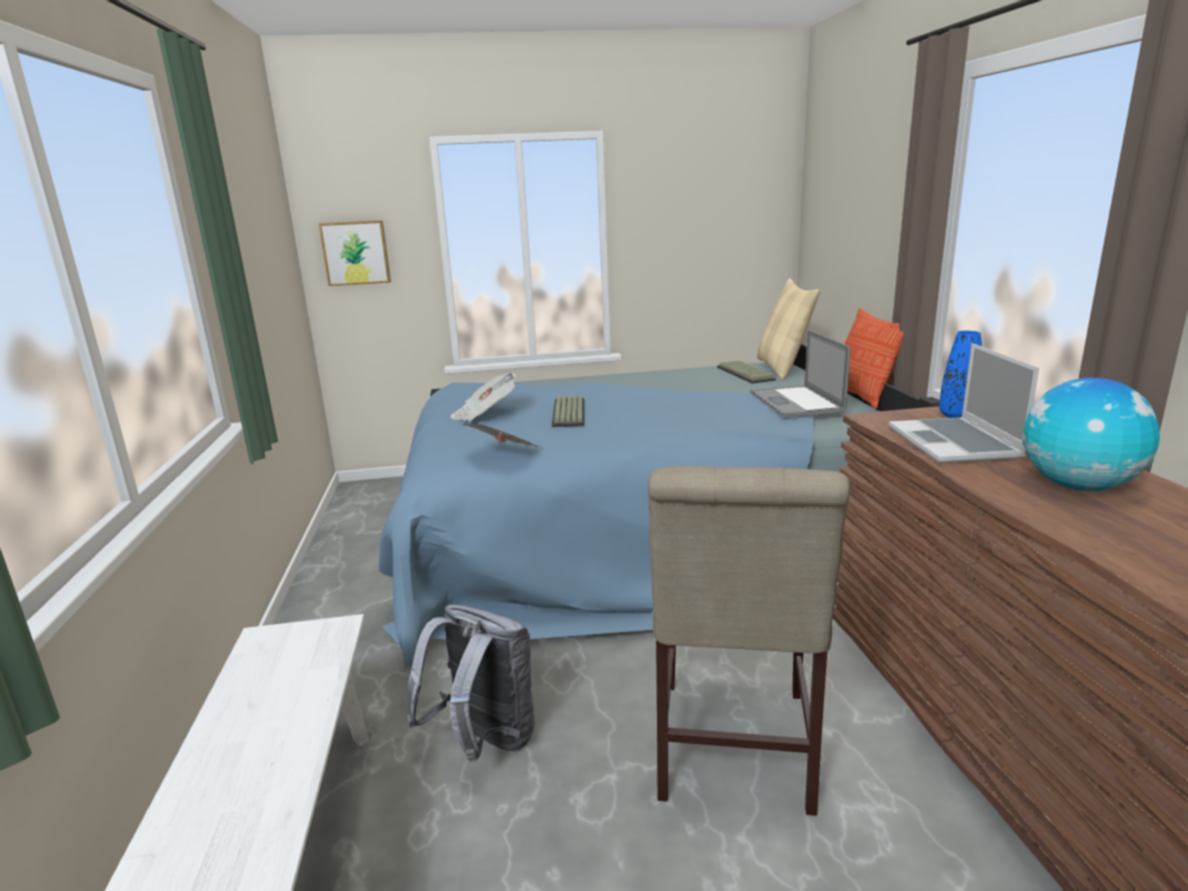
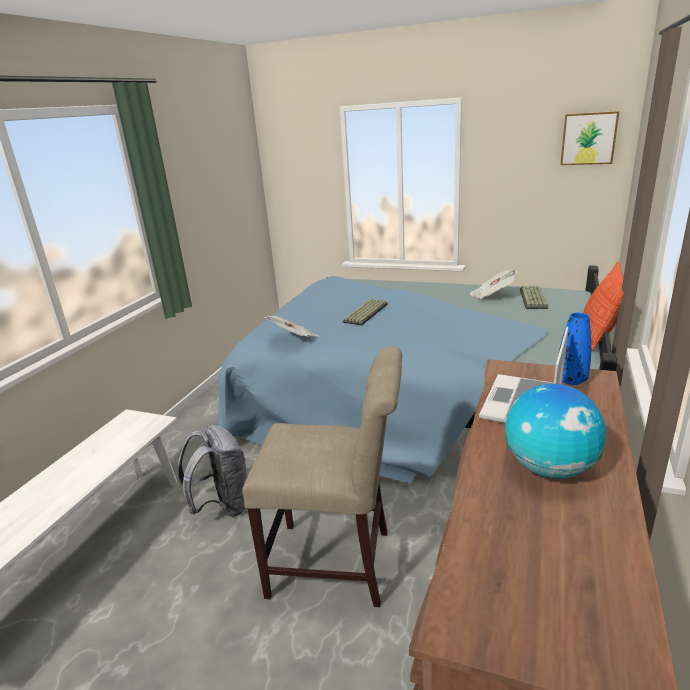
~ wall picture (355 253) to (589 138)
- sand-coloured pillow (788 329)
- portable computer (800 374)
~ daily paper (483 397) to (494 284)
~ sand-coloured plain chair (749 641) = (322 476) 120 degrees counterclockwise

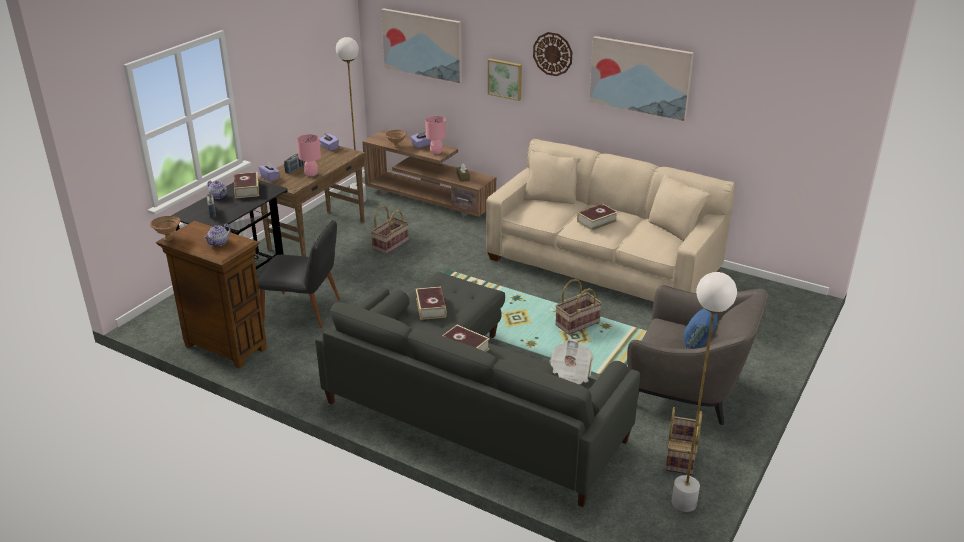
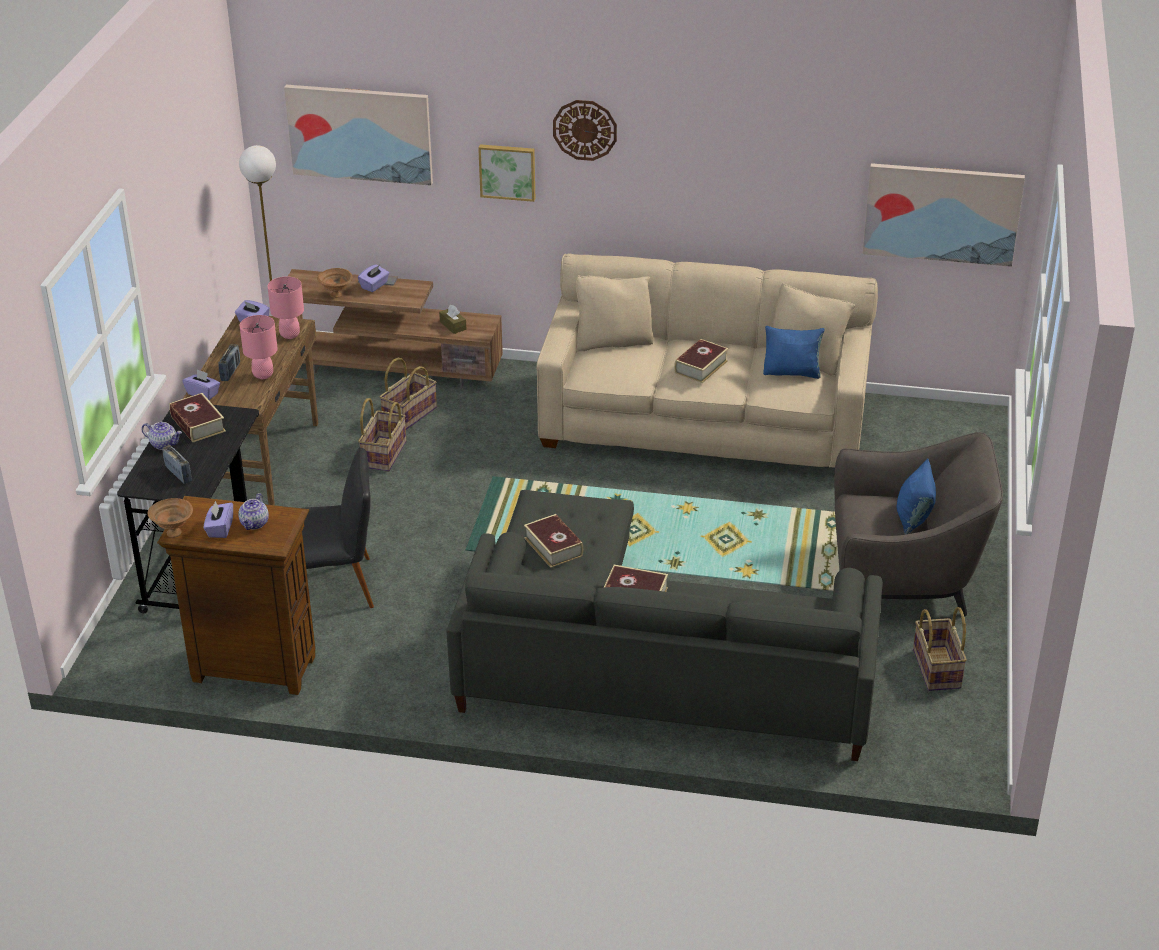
~ wall picture (641 78) to (943 215)
~ pink lamp for a table (435 135) to (286 307)
- white standard lamp (704 392)
~ storage basket (578 307) to (408 394)
- daily paper (572 361)
+ bluish pillow (794 352)
+ purplish tissue box (218 519)

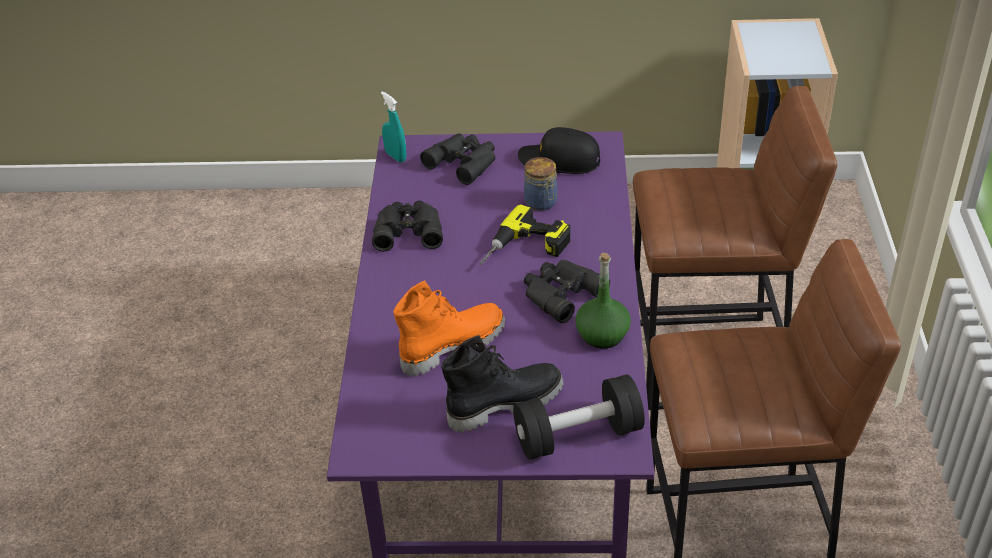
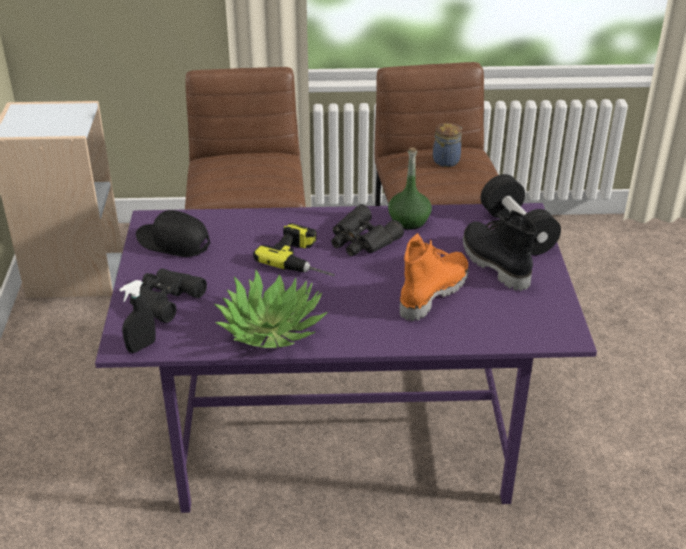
~ blue-green sprayer (394 126) to black sprayer (137 316)
~ black cap (559 150) = (173 233) 105 degrees clockwise
~ jar (541 184) to (447 145)
~ black pair of binoculars (407 226) to houseplant (271 308)
~ orangey high-top boot (449 328) = (434 277) 75 degrees clockwise

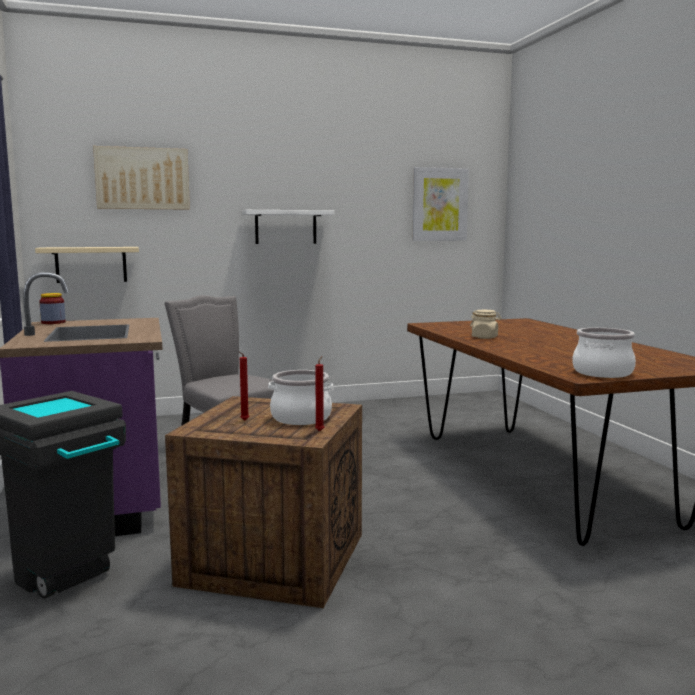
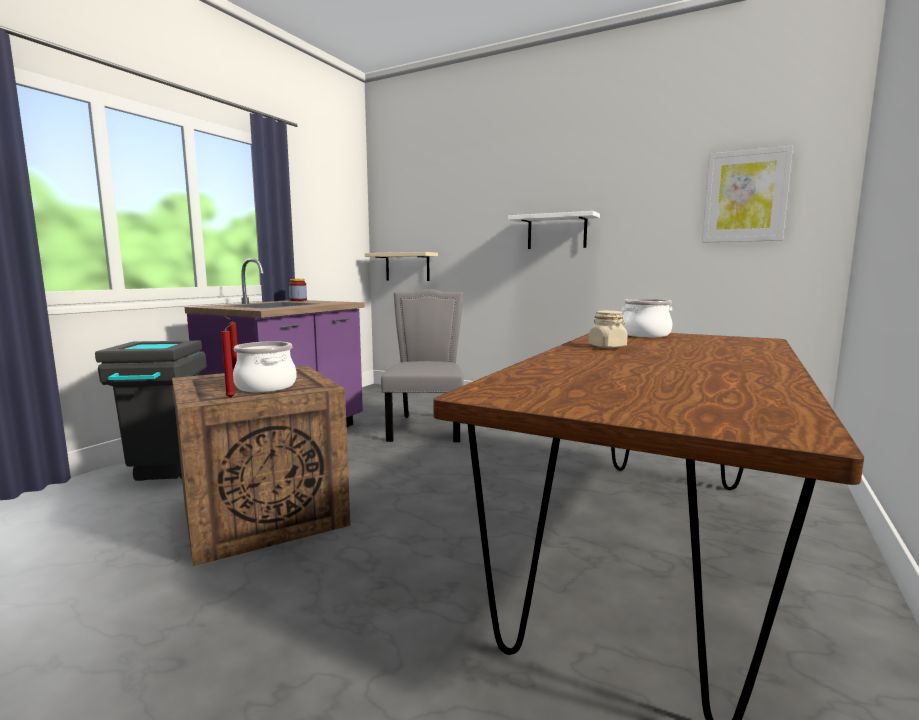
- wall picture (141 178)
~ cooking pot (604 353) to (647 318)

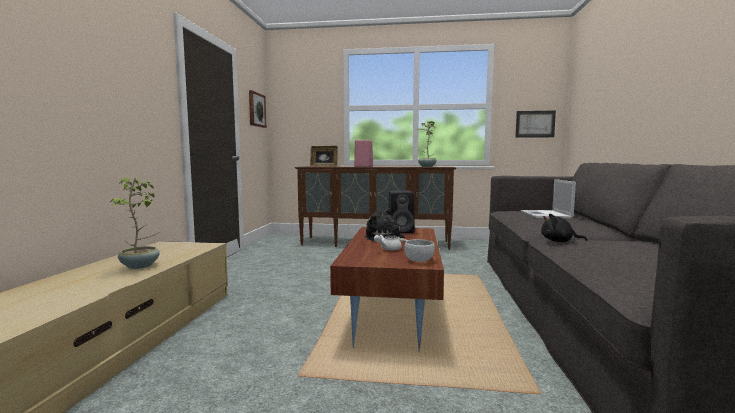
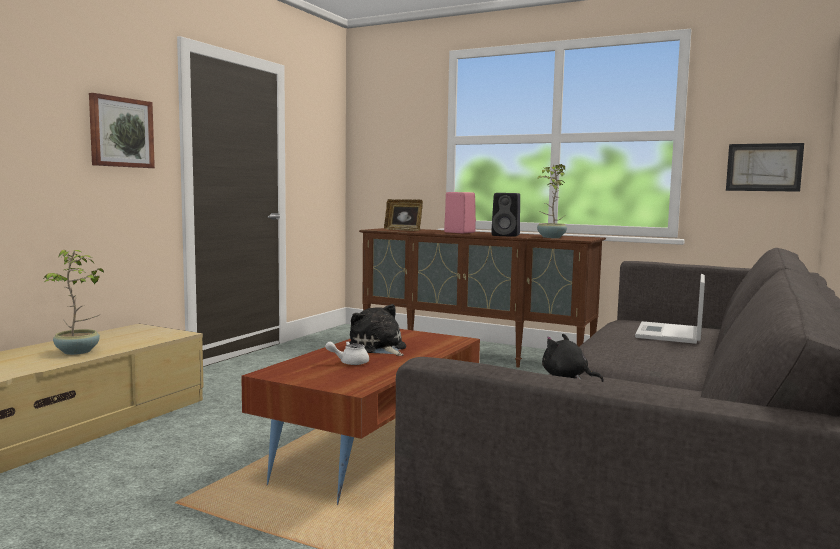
~ wall picture (257 109) to (122 130)
~ black audio speaker (401 212) to (505 215)
- white serving bowl (419 250)

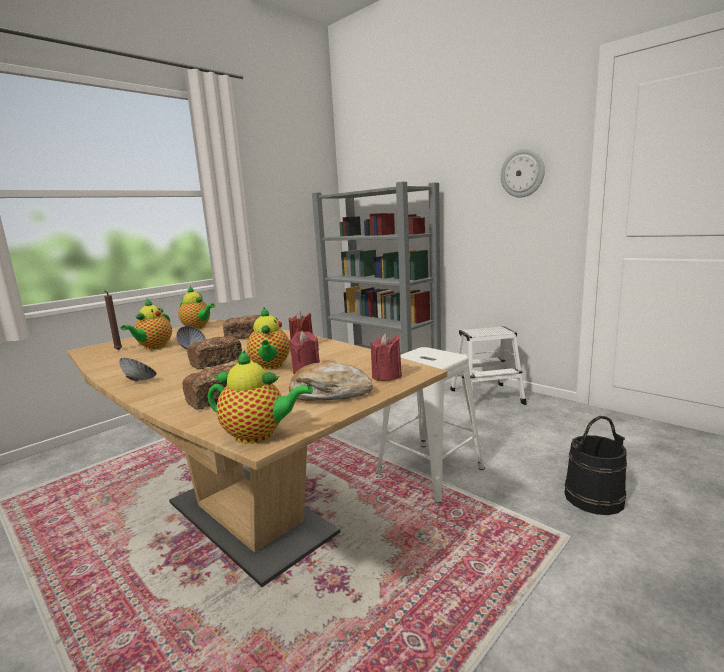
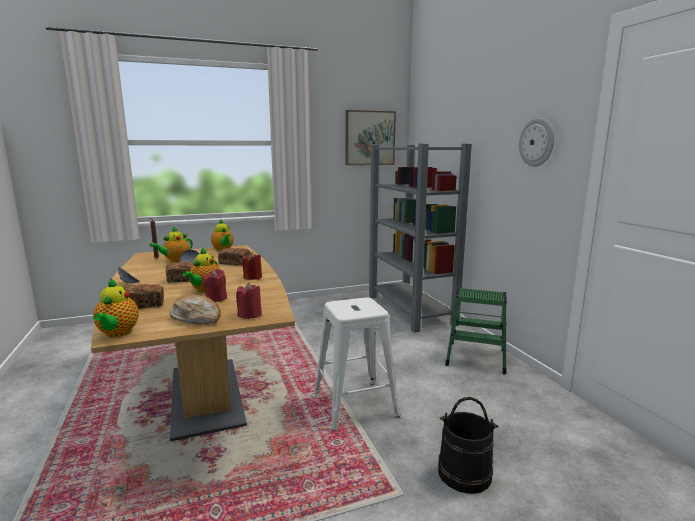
~ white step ladder (488 365) to green step ladder (476 331)
~ teapot (260 397) = (116 307) 45 degrees clockwise
+ wall picture (370 137)

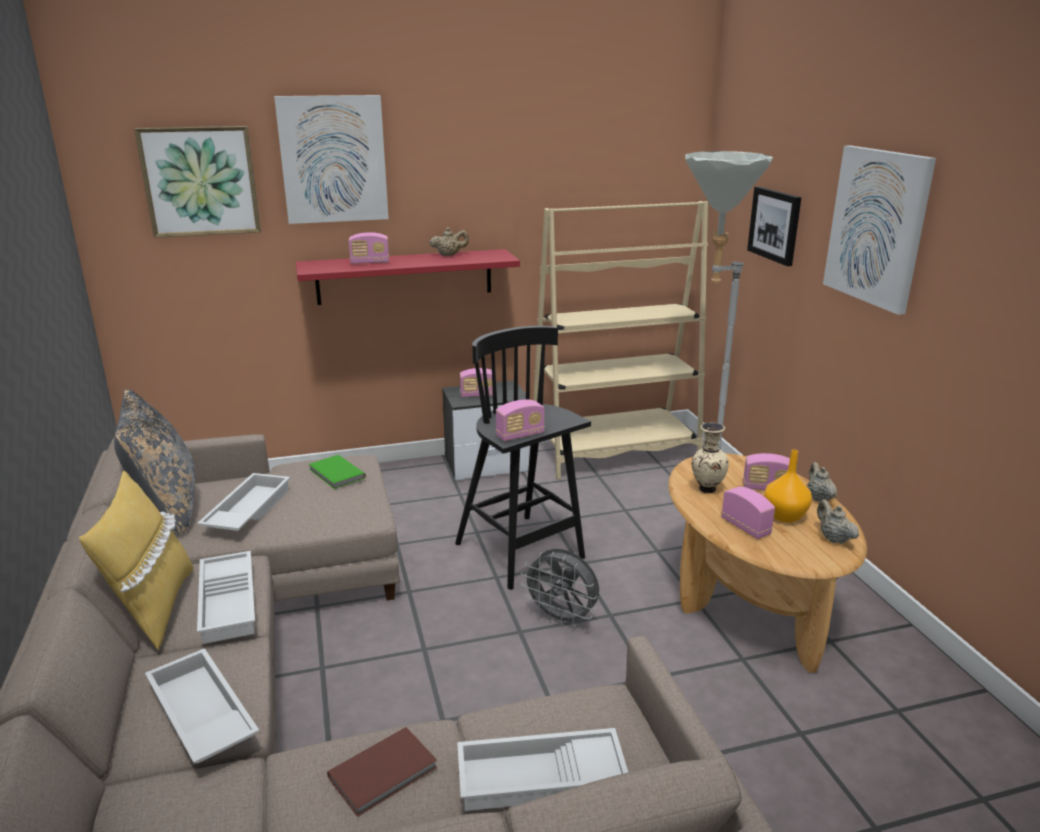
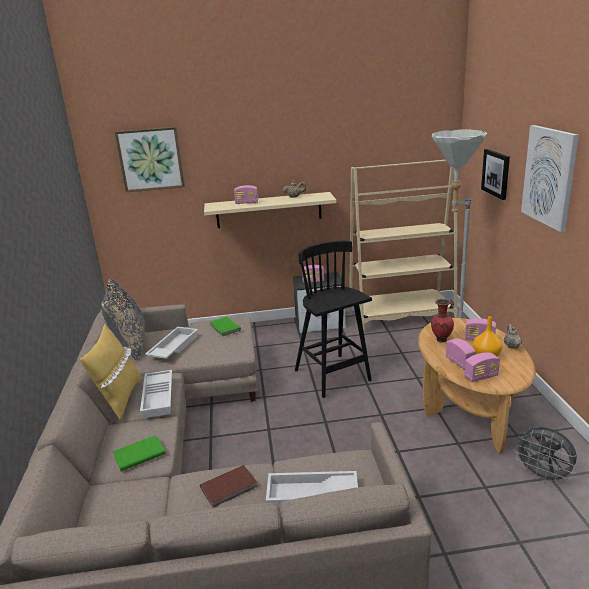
- wall picture (331 159)
~ red shelf (408 277) to sand-coloured shelf (270 210)
~ radio (520 420) to (482 367)
~ sand-coloured vase (710 457) to red vase (442 320)
- sand-coloured teapot (838 521)
~ grey fan (560 588) to (545 455)
~ white serving tray (202 706) to green bound book (139 453)

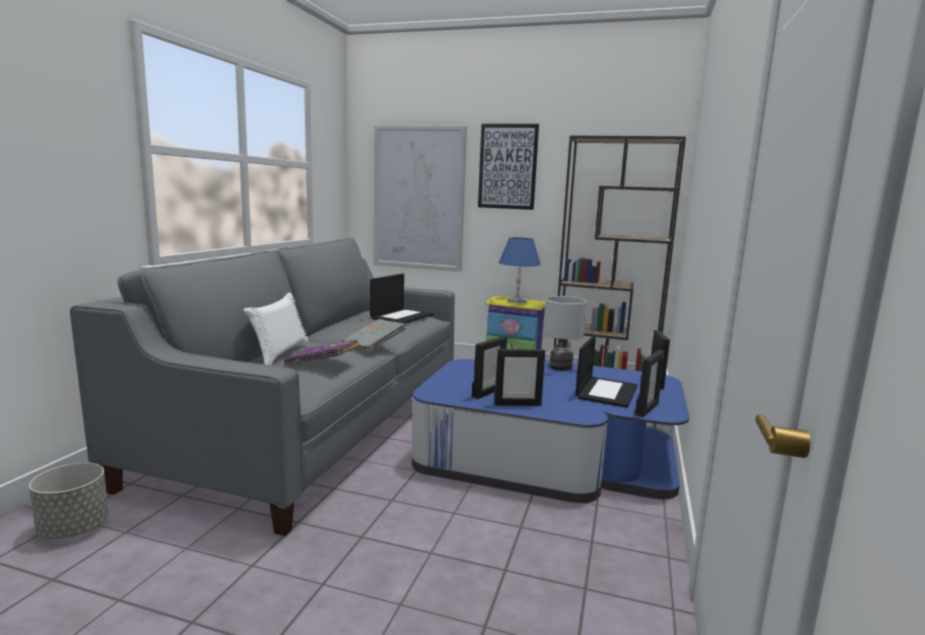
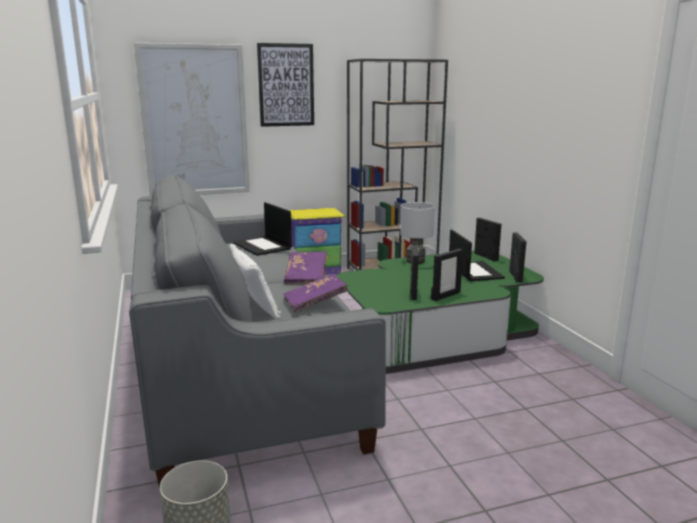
- bluish lamp for a table (520 270)
~ portable computer (401 298) = (262 229) 150 degrees clockwise
~ grey bound book (374 335) to purplish bound book (305 267)
~ bluish coffee table (550 431) to green coffee table (440 312)

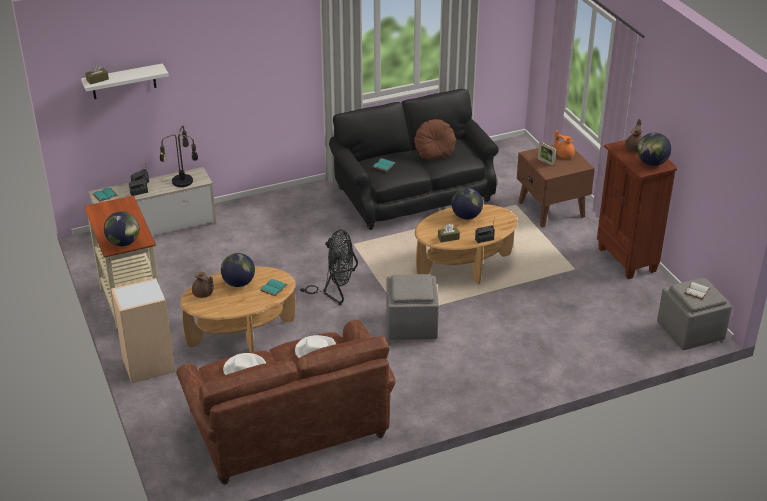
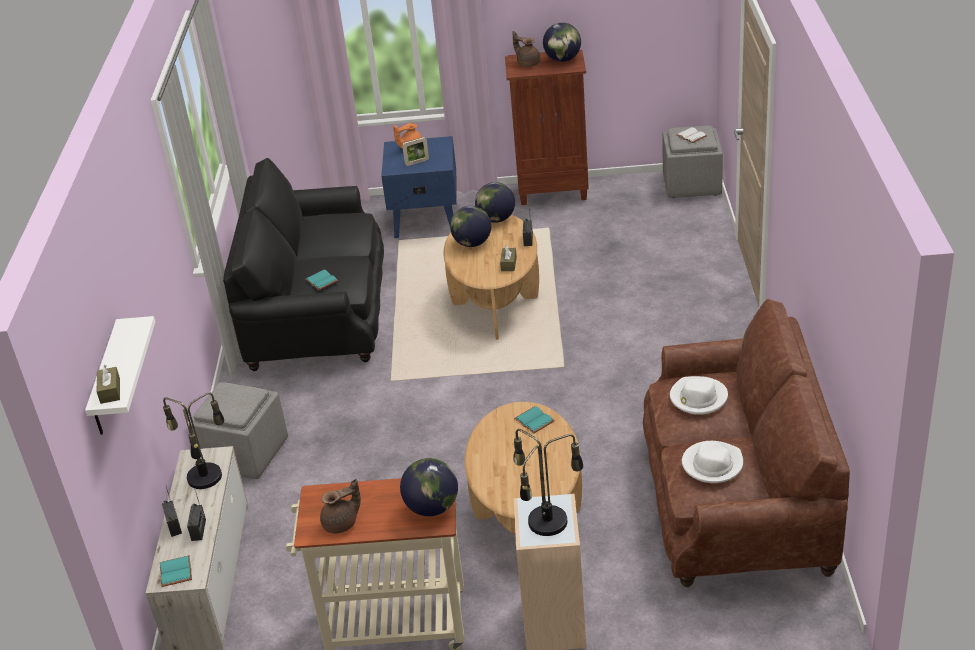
- brownish pillow (435 139)
~ brownish bedside table (556 186) to bluish bedside table (419 187)
- black fan (328 267)
~ globe (238 270) to (495 202)
~ brownish teapot (203 285) to (340 506)
~ grey footrest (412 307) to (238 430)
+ lamp for a table (548 482)

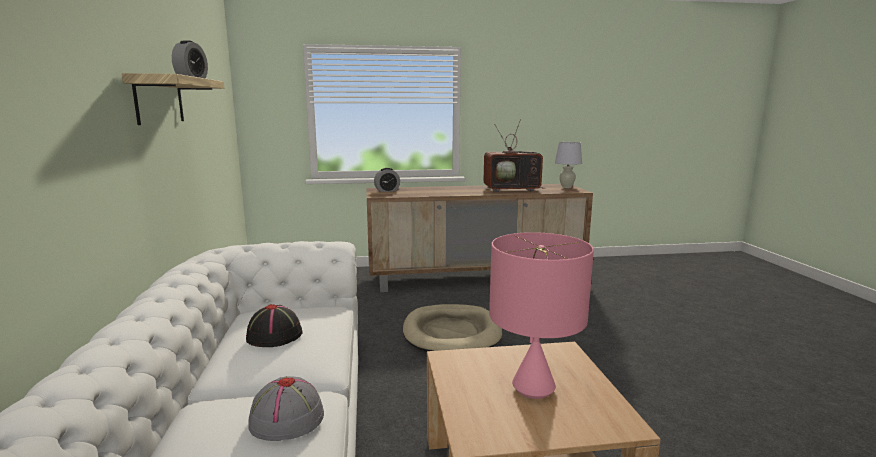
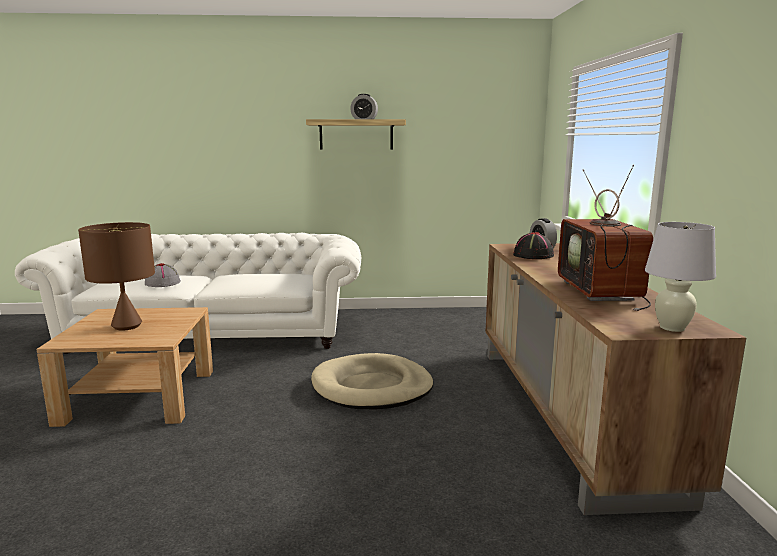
~ pink lamp for a table (541 315) to brownish lamp for a table (116 276)
~ black clothing hat (274 325) to (533 245)

